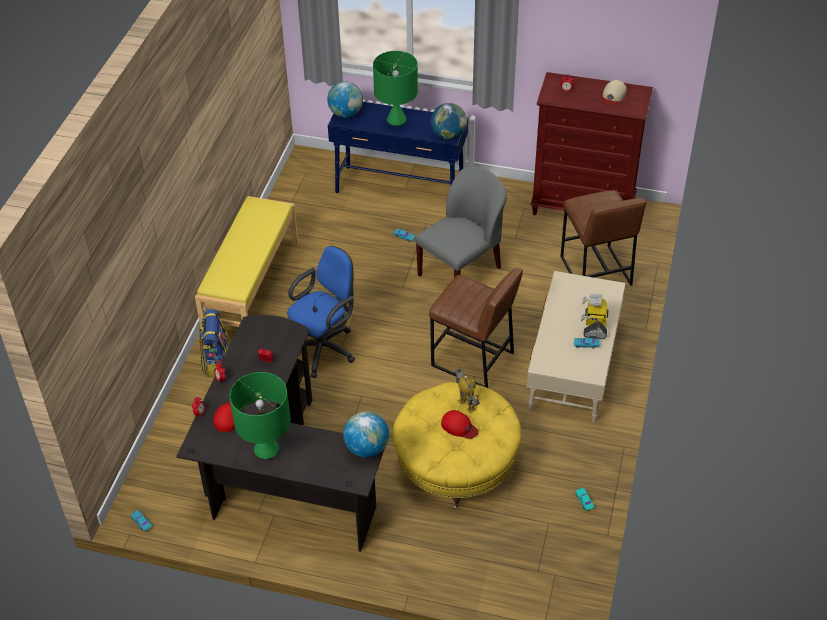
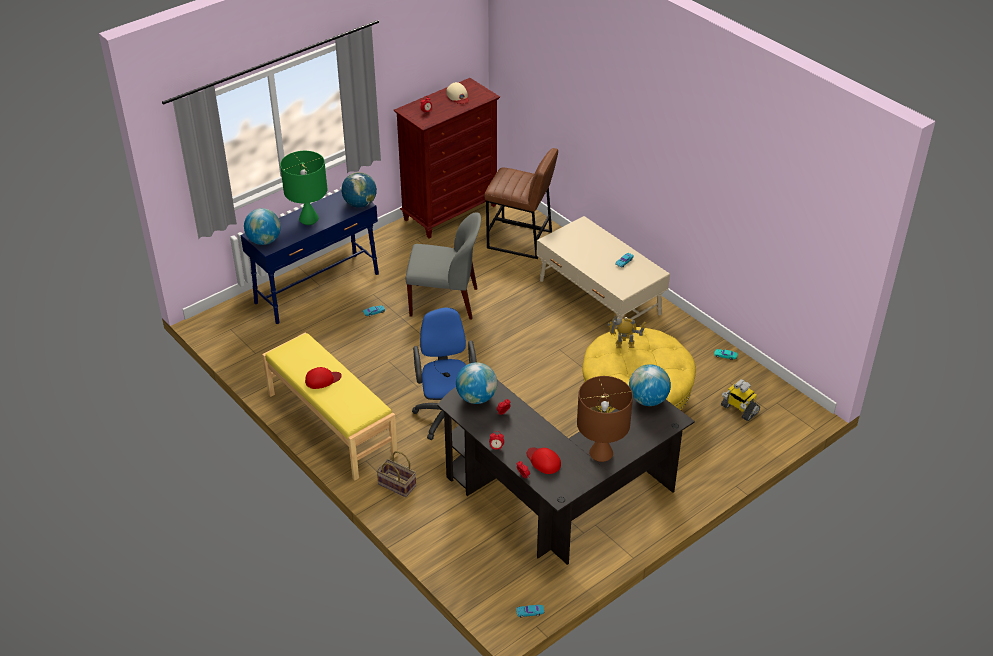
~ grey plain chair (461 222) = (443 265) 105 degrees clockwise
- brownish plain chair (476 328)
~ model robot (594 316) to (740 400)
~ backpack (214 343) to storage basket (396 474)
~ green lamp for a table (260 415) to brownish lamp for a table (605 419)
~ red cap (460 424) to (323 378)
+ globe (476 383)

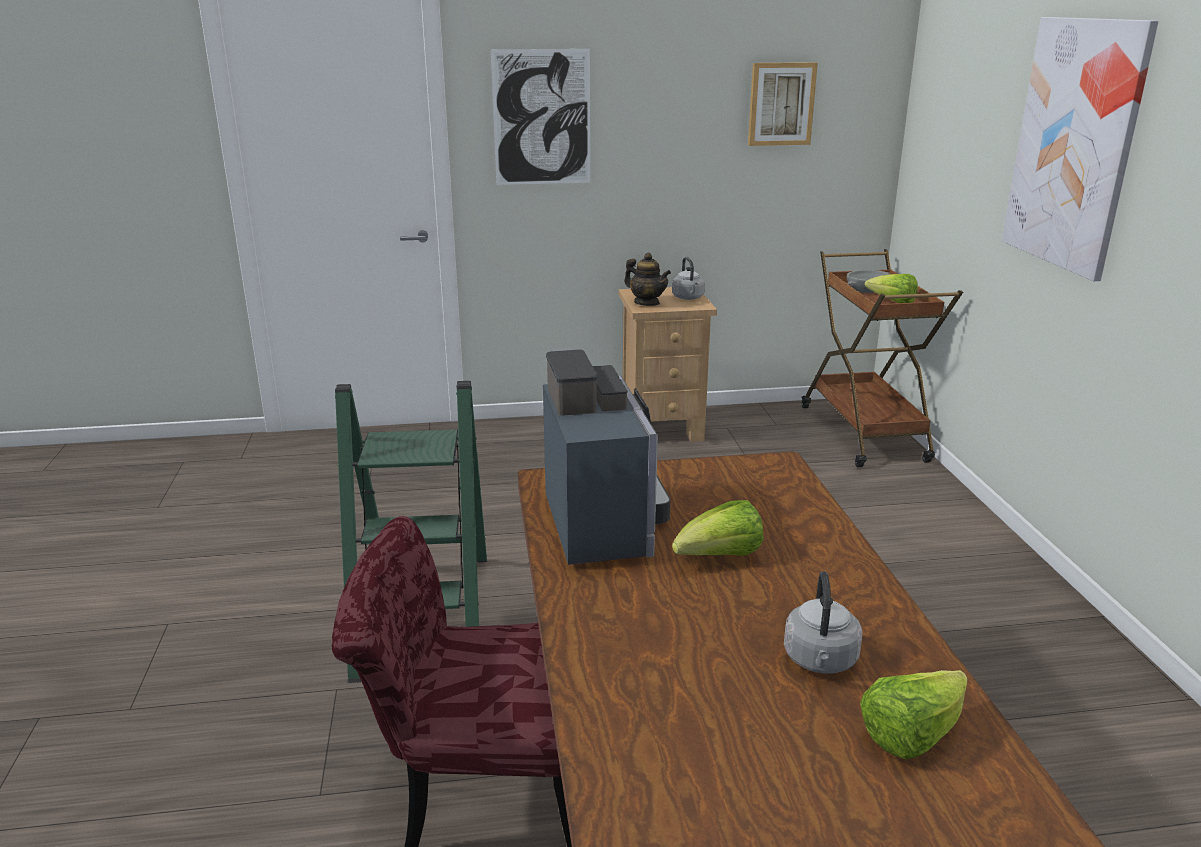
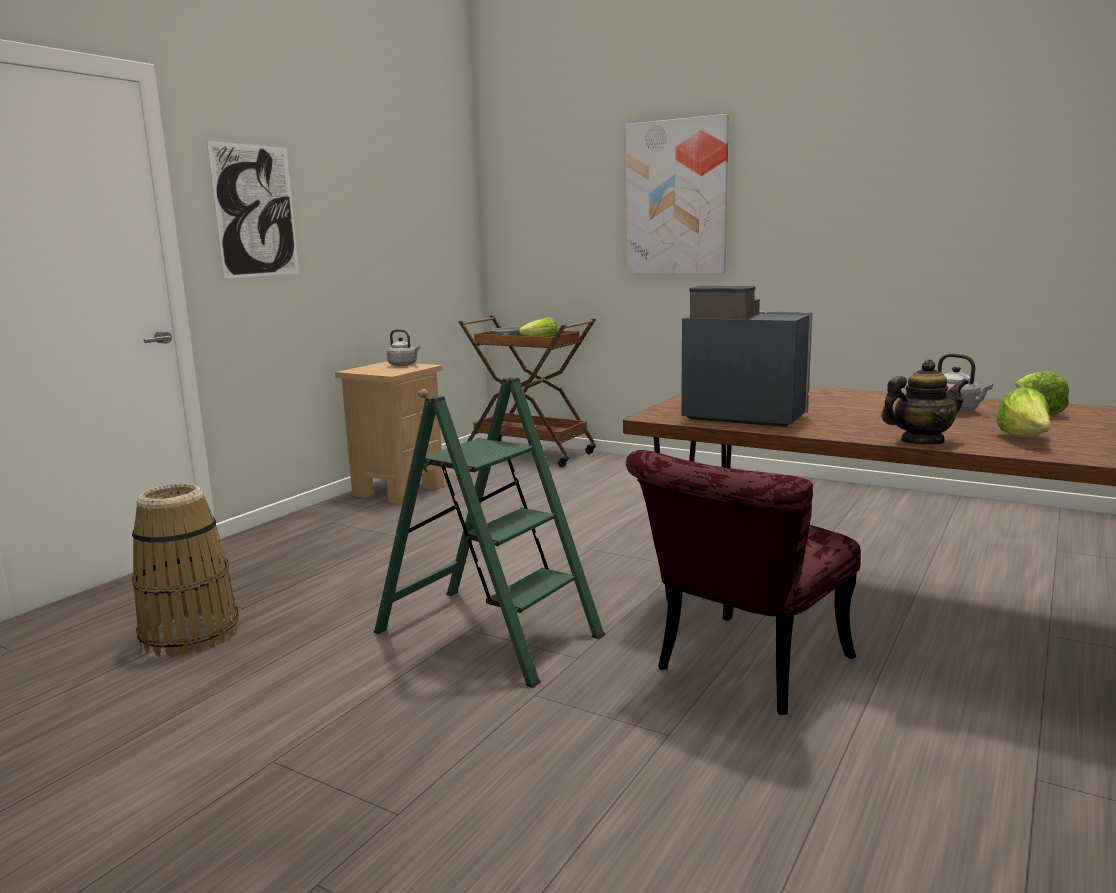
- wall picture (783 104)
~ teapot (647 279) to (924 402)
~ head of lettuce (718 528) to (1023 411)
+ storage basket (185 570)

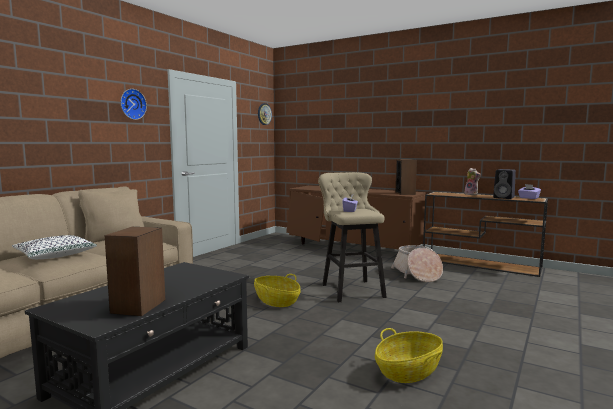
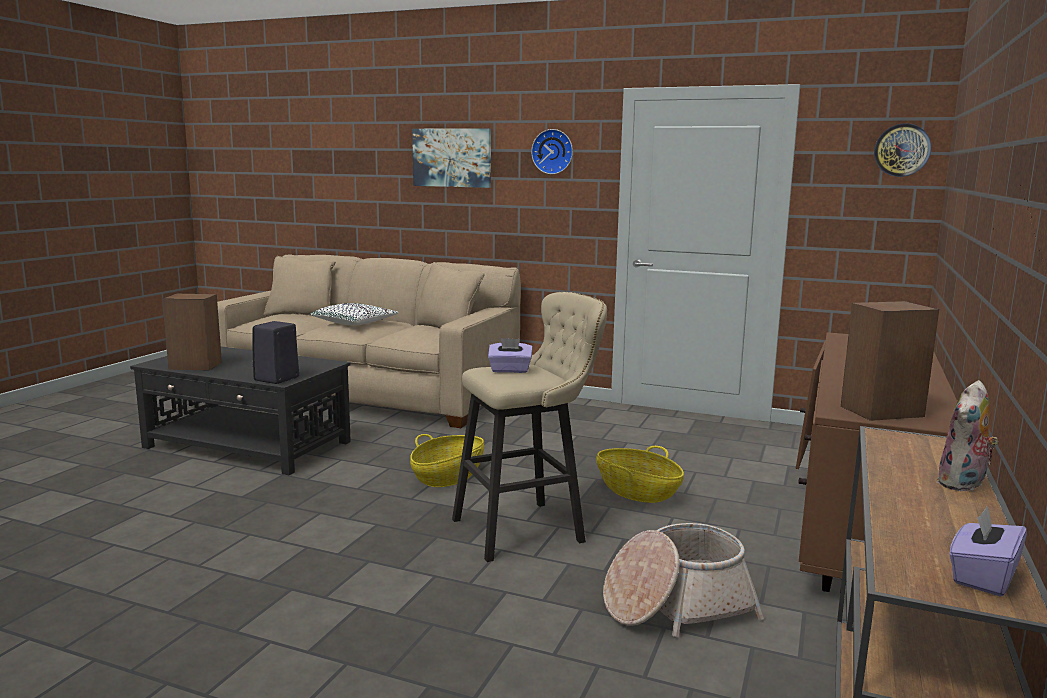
~ black audio speaker (504 184) to (275 352)
~ storage basket (409 355) to (640 474)
+ wall picture (451 158)

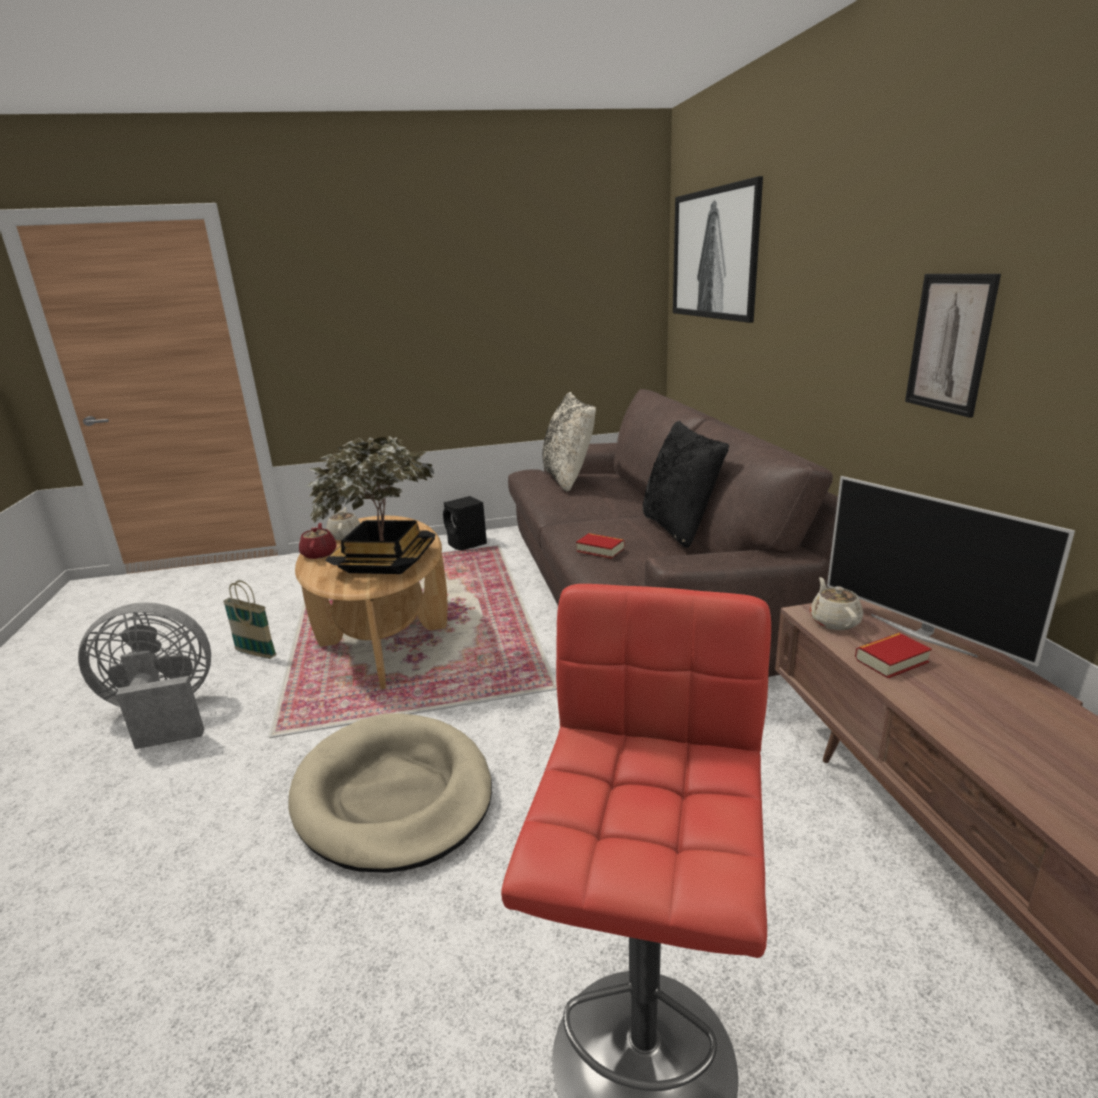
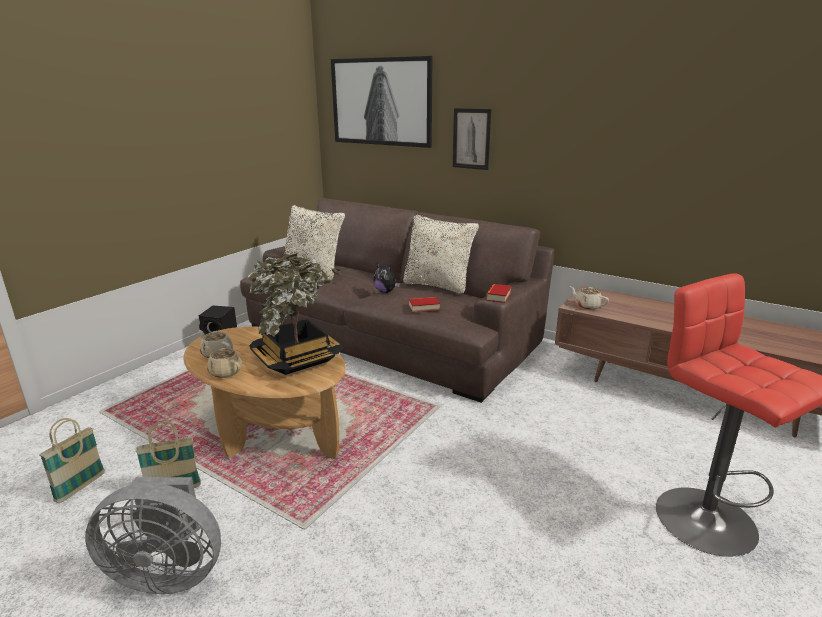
~ wall picture (953 346) to (472 139)
~ black pillow (686 484) to sand-coloured pillow (441 254)
- TV (951 571)
~ red teapot (317 541) to sand-coloured teapot (224 362)
~ grey fan (144 675) = (153 535) 120 degrees counterclockwise
~ bound book (893 655) to (499 293)
- sand-coloured dog bed (390 792)
+ cuddly toy (386 277)
+ storage basket (72 460)

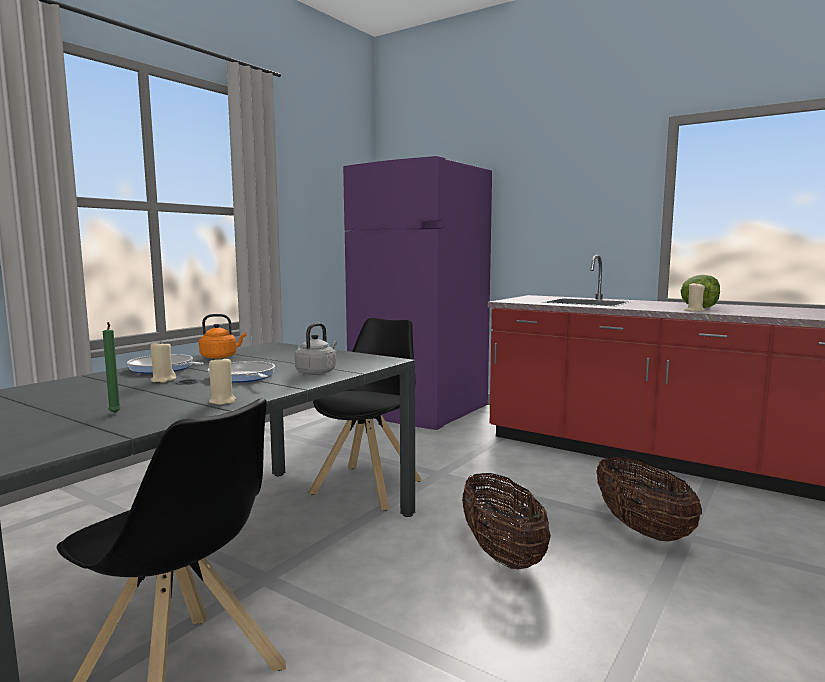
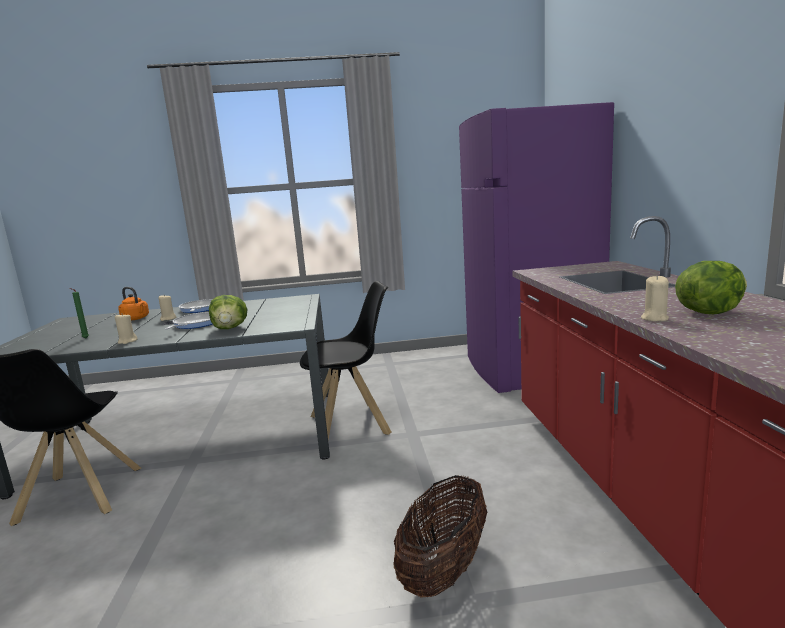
~ orangey kettle (223 336) to (133 303)
~ grey kettle (316 349) to head of lettuce (228 312)
- storage basket (506 521)

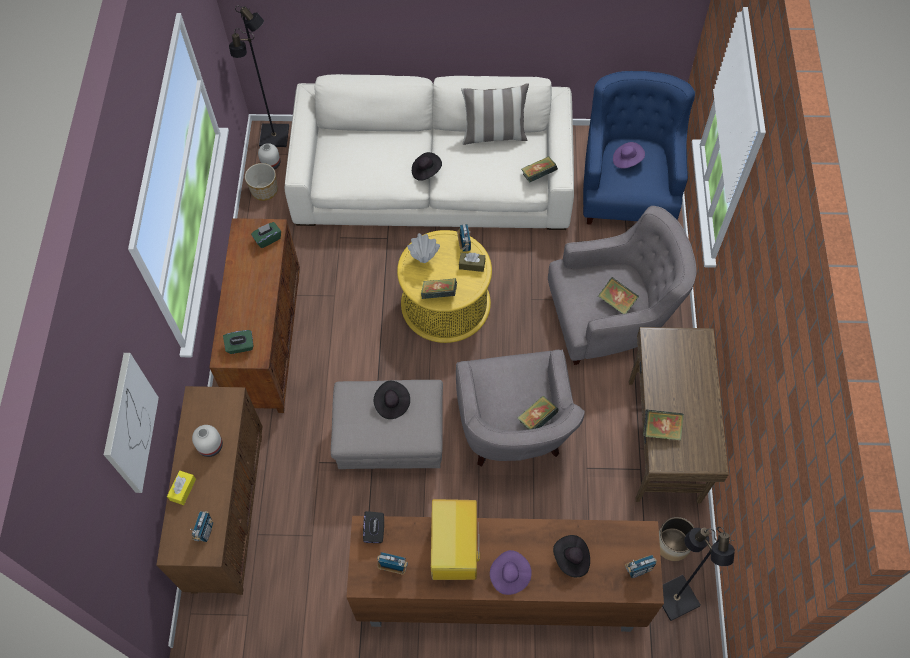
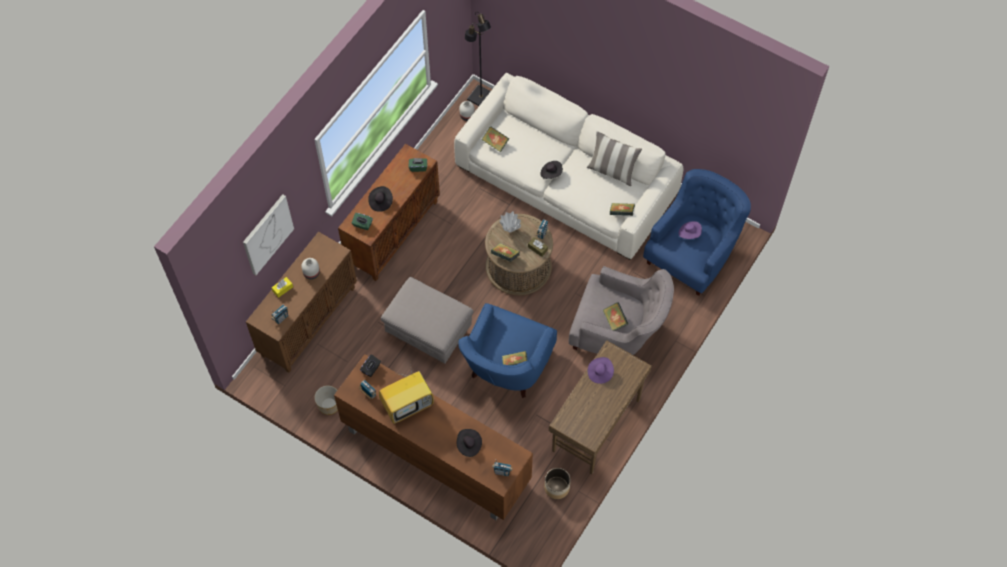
~ flower pot (261 182) to (326 400)
~ yellow-coloured coffee table (444 286) to brownish coffee table (519 255)
~ grey lounge chair (520 408) to bluish lounge chair (507 350)
~ black clothing hat (392 400) to (380 199)
~ bound book (663 425) to (495 139)
~ TV (455 539) = (406 394) 150 degrees counterclockwise
- black standard lamp (698 574)
~ purplish clothing hat (511 572) to (601 370)

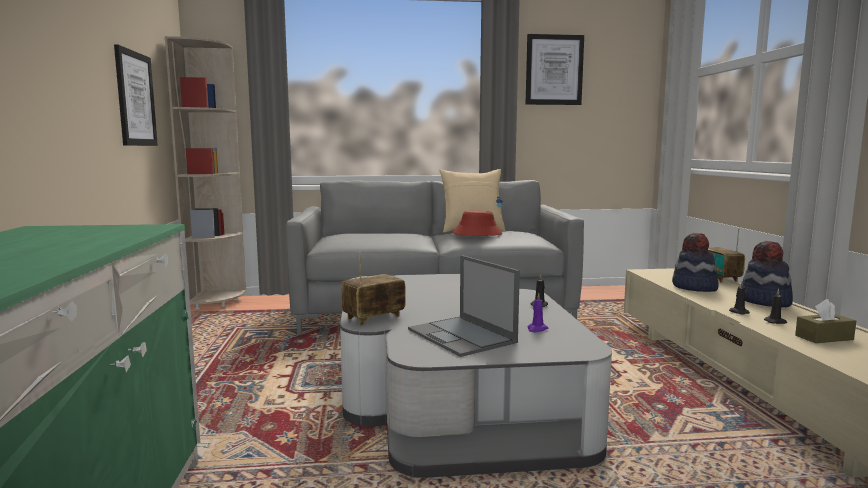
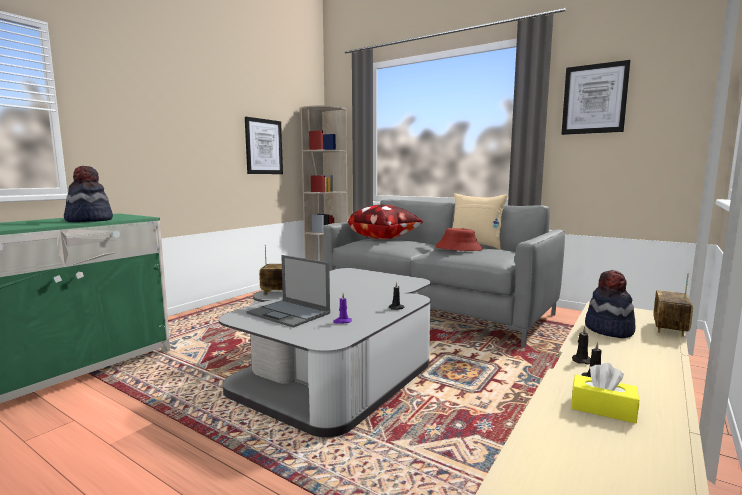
~ clothing hat (767 274) to (88 194)
~ portable computer (464 306) = (288 291) 60 degrees counterclockwise
~ brownish tissue box (825 321) to yellow-coloured tissue box (605 393)
+ pillow (385 222)

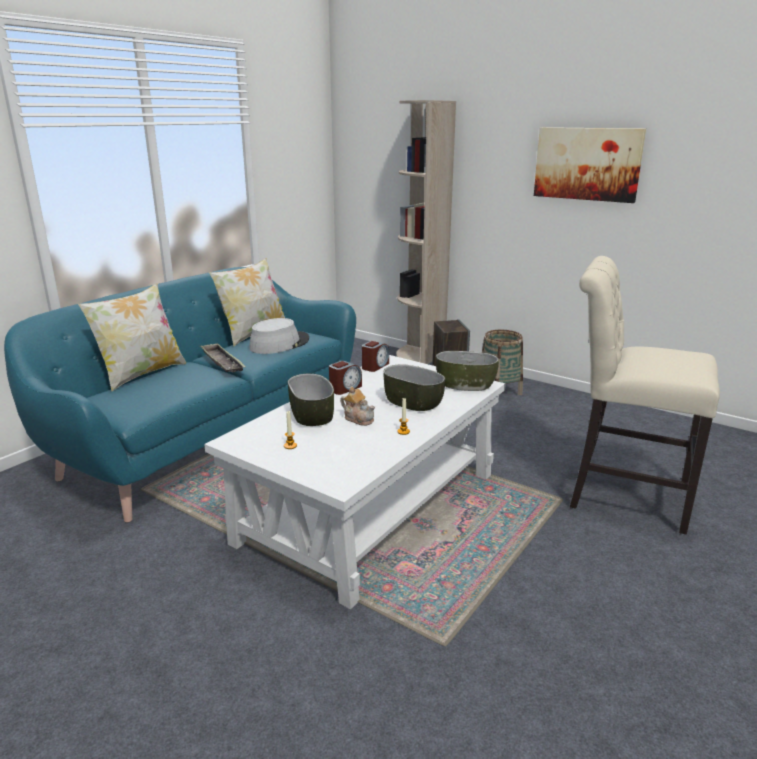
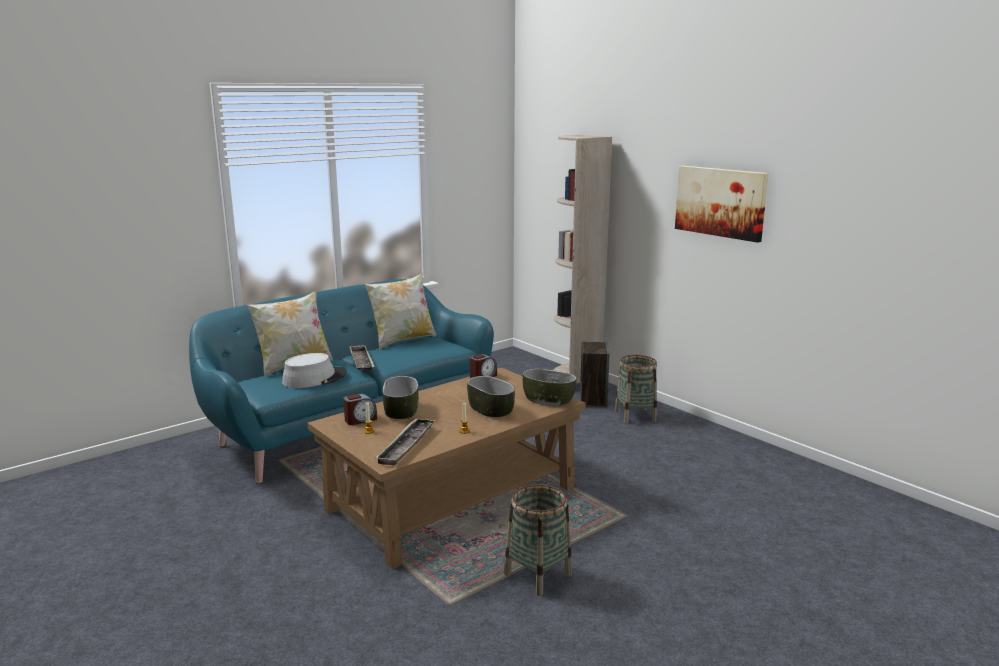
- sand-coloured stool (645 395)
~ grey clothing hat (279 336) to (314 370)
~ white coffee table (355 482) to brownish coffee table (446 468)
~ alarm clock (345 378) to (360 409)
- teapot (357 406)
+ serving tray (405 441)
+ storage basket (538 540)

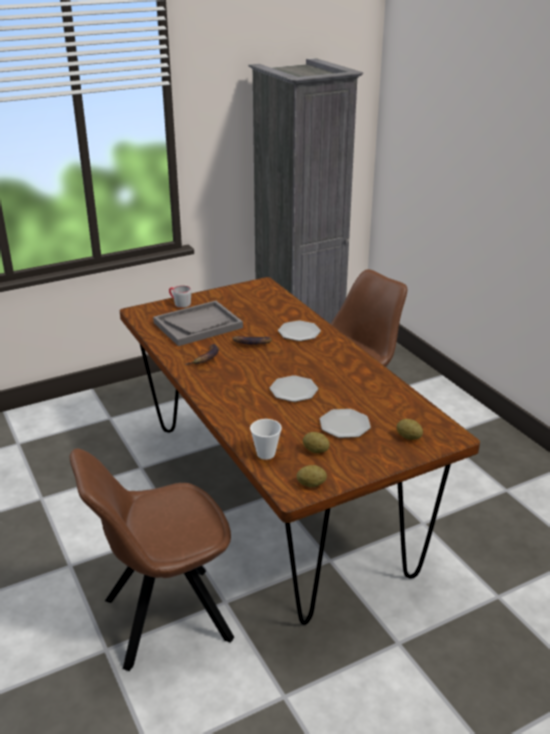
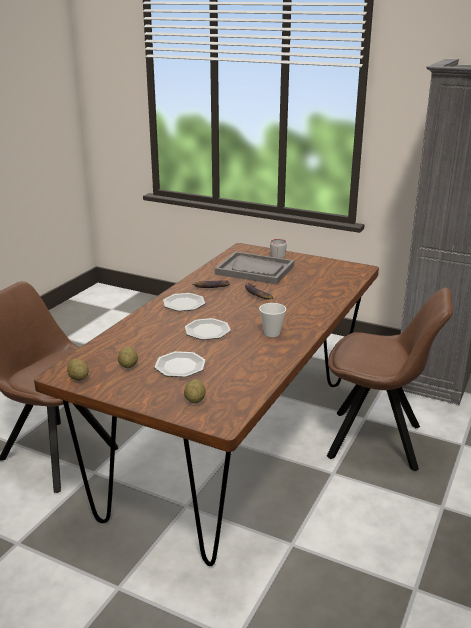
~ dinner plate (299 330) to (184 302)
~ drinking cup (266 439) to (272 320)

